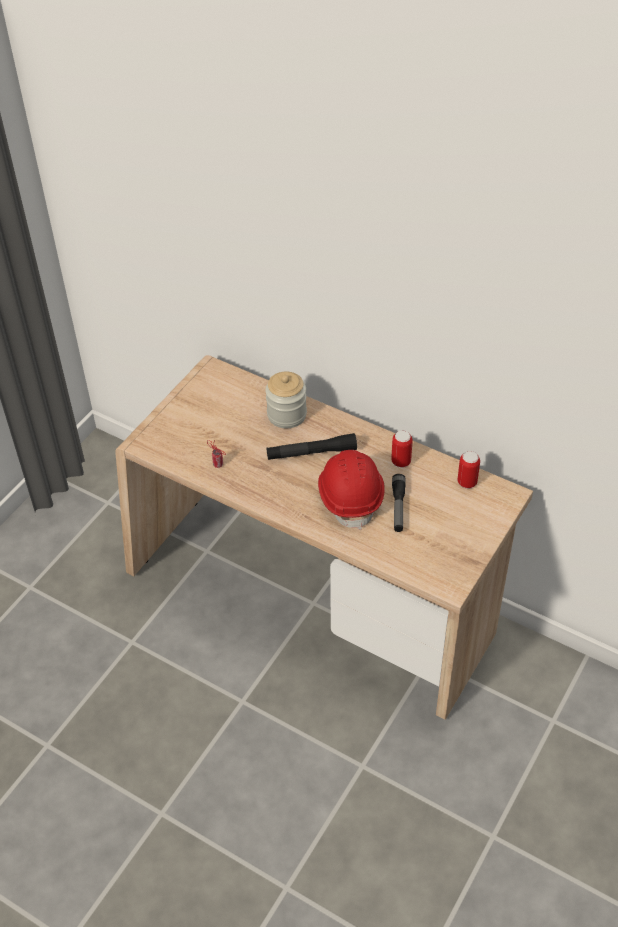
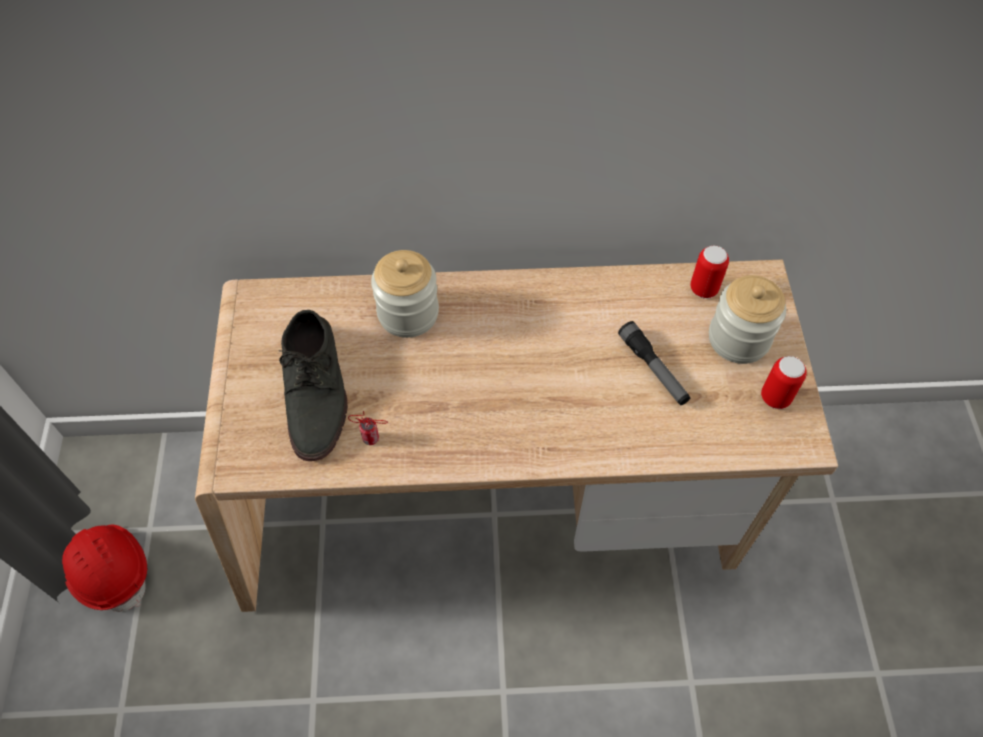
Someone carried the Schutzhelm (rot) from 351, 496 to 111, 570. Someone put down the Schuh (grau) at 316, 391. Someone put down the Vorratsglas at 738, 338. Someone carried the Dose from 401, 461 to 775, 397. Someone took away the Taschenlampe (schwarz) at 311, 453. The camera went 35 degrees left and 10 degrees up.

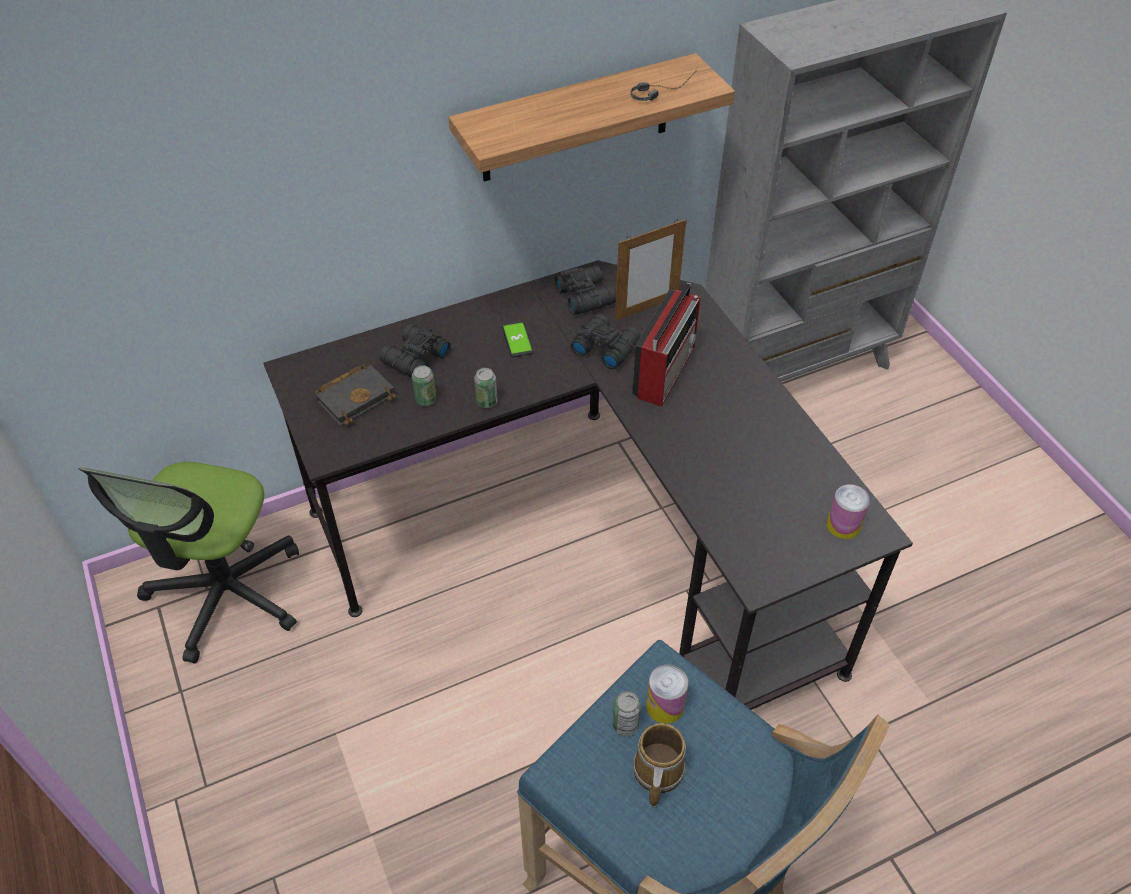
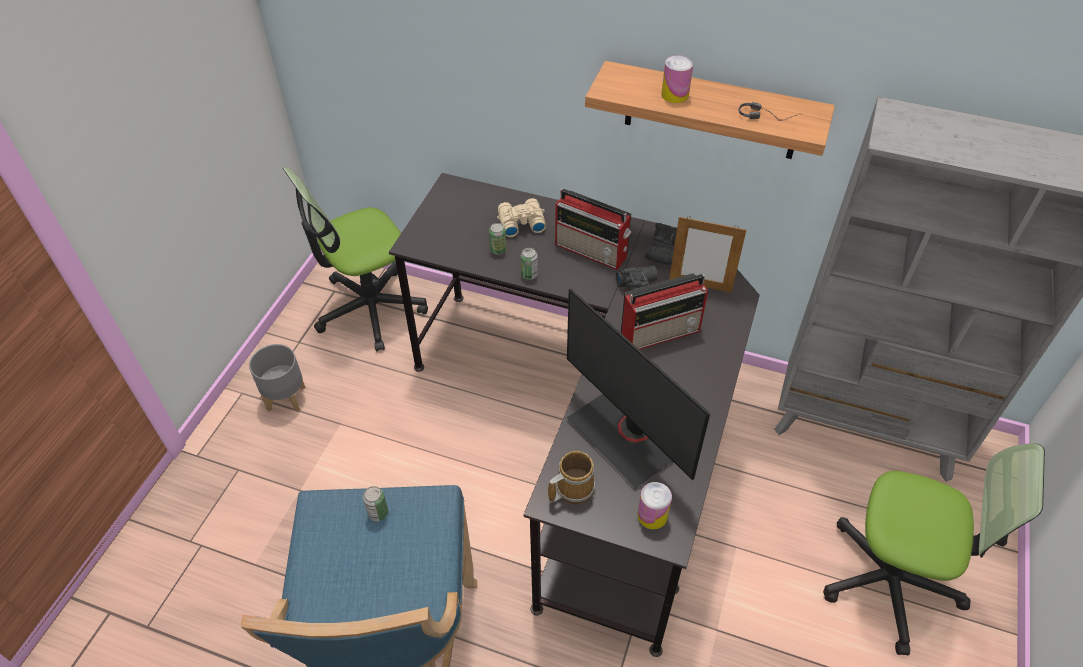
Someone put down the Pflanzkübel (grau) at 286, 399. Someone repainted the Fernglas (schwarz) at 414, 359, which became the Fernglas (beige) at 520, 222. Someone carried the Henkelbecher from 656, 773 to 571, 488. Someone swapped the Handy at 517, 340 for the Radio at 593, 251. Someone put down the Monitor at 628, 434. Someone carried the Dose from 665, 706 to 675, 95. Someone put down the Bürostuhl at 890, 580. Someone took away the Buch (schwarz) at 356, 396. The camera went 45 degrees right and 0 degrees up.

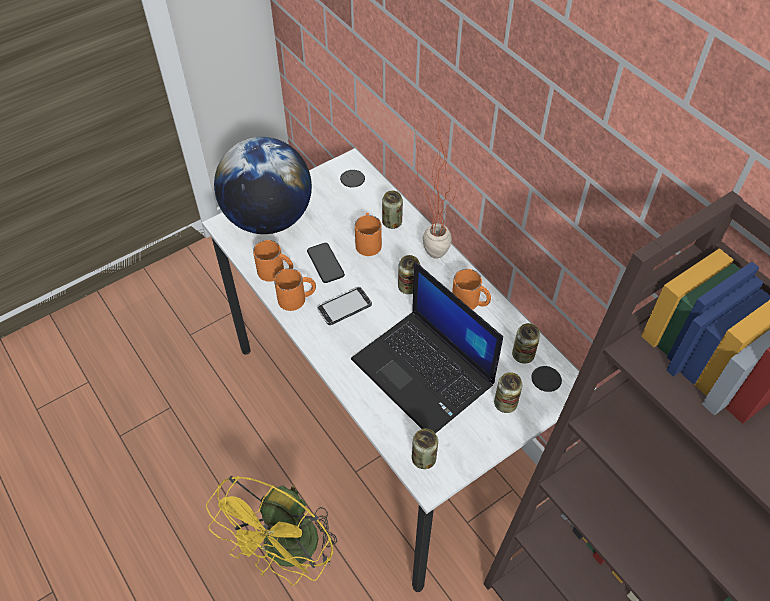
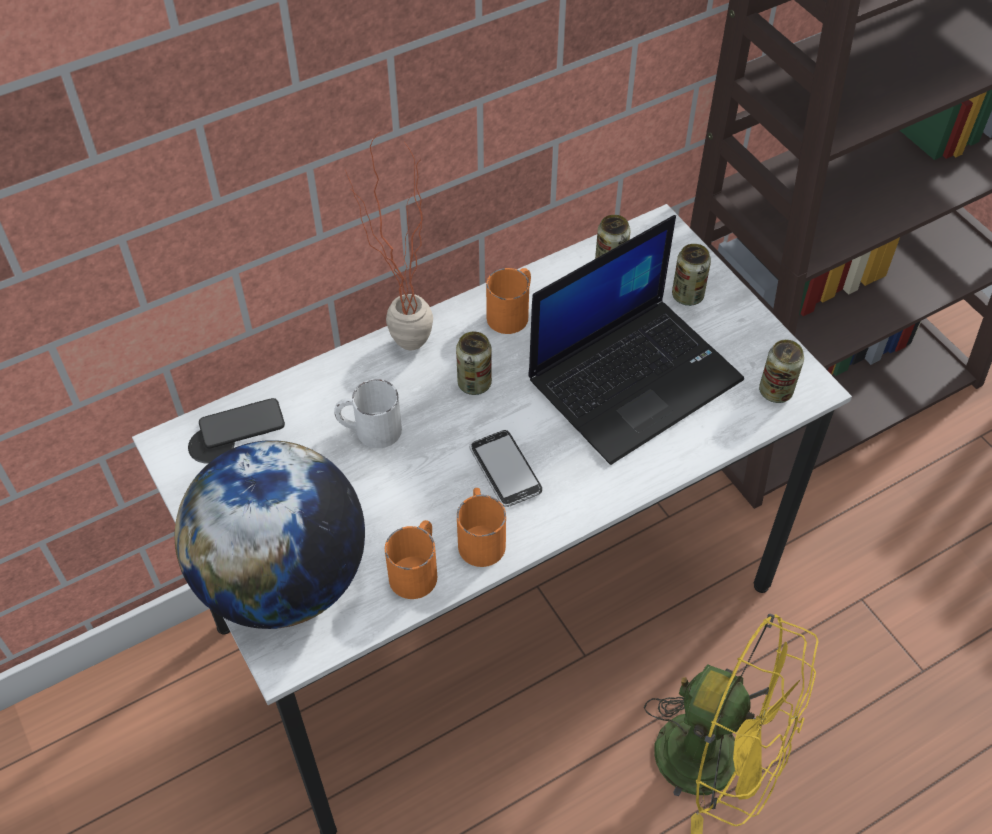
Someone carried the Handy from 325, 263 to 242, 424. Someone repainted the Henkelbecher (orange) at 368, 241, which became the Henkelbecher (weiß) at 369, 429. Someone took away the Dose at 392, 222. The camera went 85 degrees left and 0 degrees up.

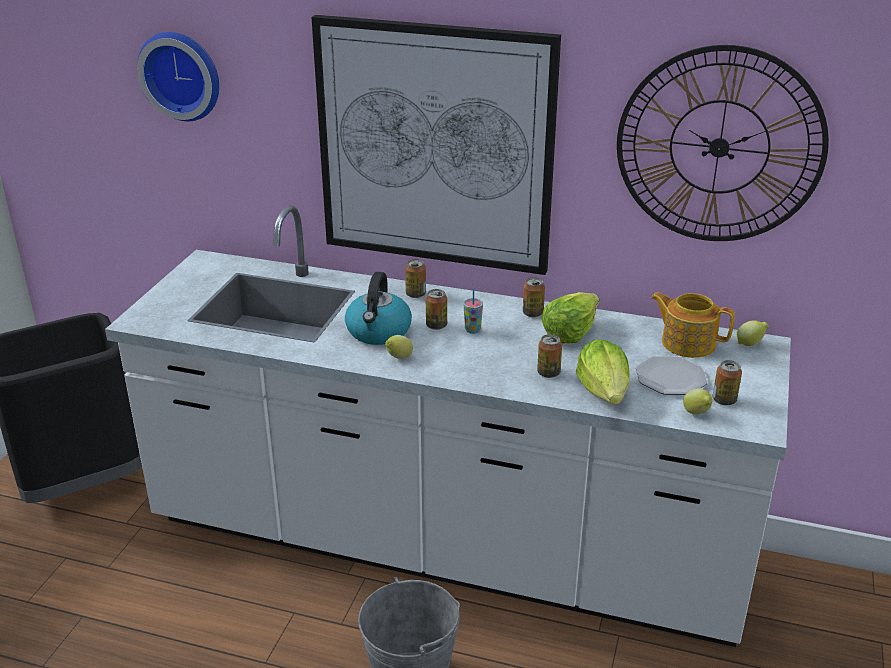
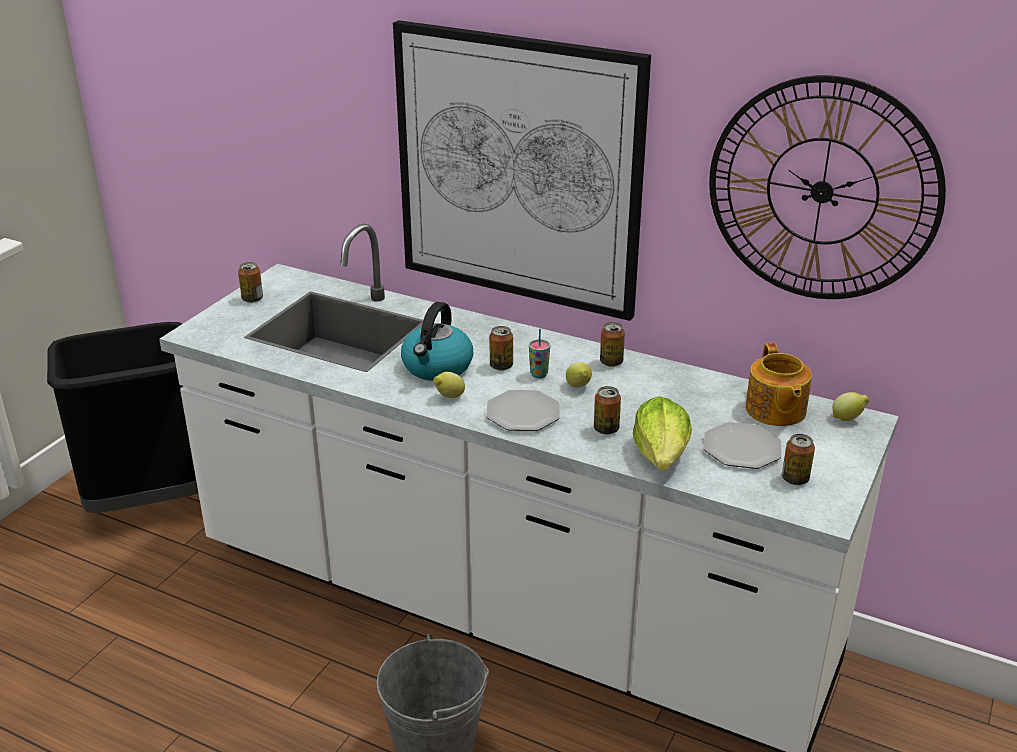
Someone carried the Dose from 415, 294 to 252, 299. Someone put down the Teller at 523, 413. Someone carried the Zitrone from 697, 414 to 579, 387. Someone rotated the Teekanne at 687, 343 by 135 degrees counterclockwise. Someone took away the Wanduhr at 182, 74. Someone took away the Salatkopf at 569, 332. The camera went 10 degrees right and 0 degrees up.

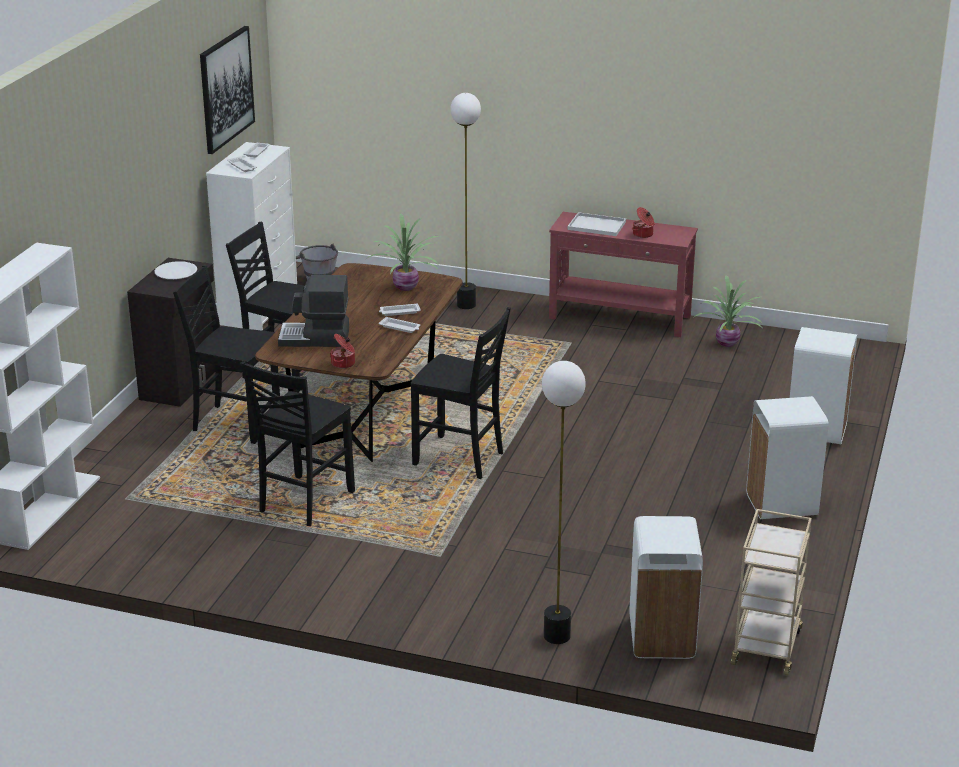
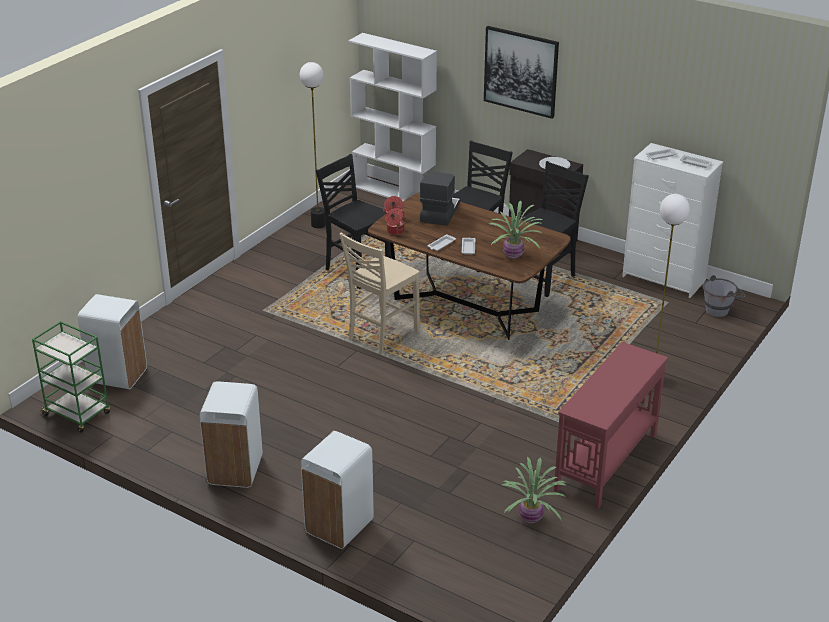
Someone repainted the Rollwagen (beige) at 766, 646, which became the Rollwagen (grün) at 78, 414. Someone carried the Stehlampe from 556, 636 to 318, 224. Someone repainted the Stuhl (schwarz) at 460, 459, which became the Stuhl (beige) at 381, 335. Someone carried the Kochtopf from 643, 234 to 395, 231. Someone carried the Bild from 226, 89 to 521, 71. Someone took away the Tablett (weiß) at 598, 225. The camera went 105 degrees right and 5 degrees up.

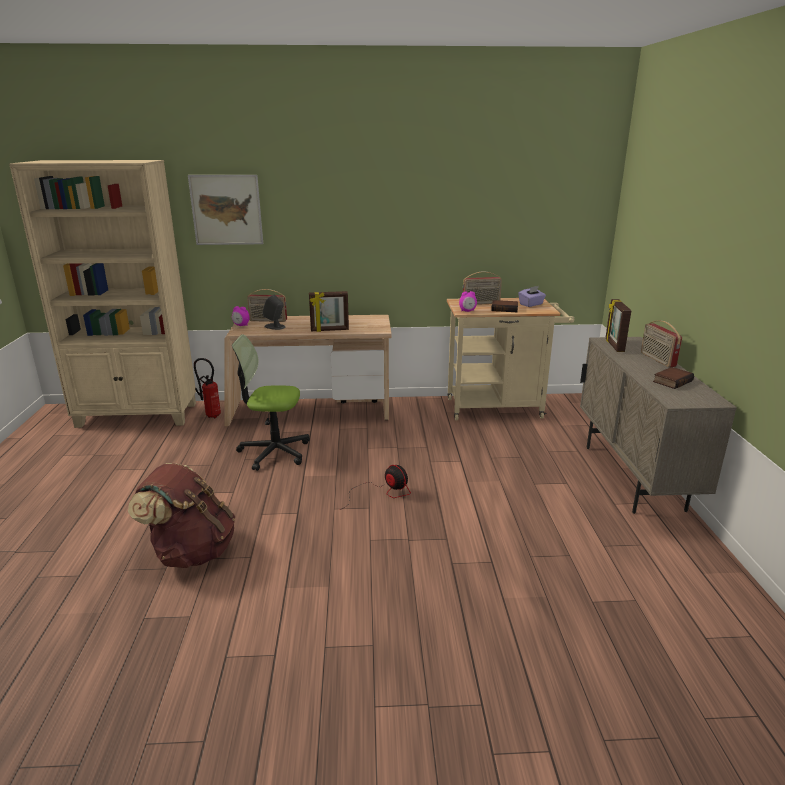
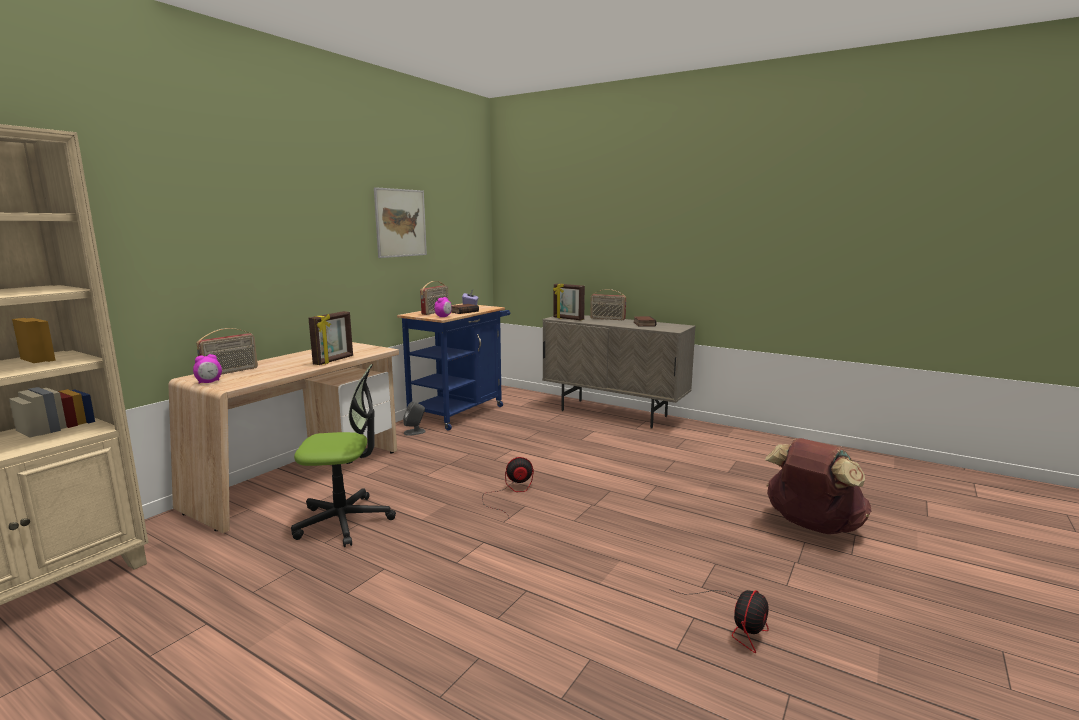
Someone rotated the Bürostuhl at 274, 452 by 135 degrees counterclockwise. Someone carried the Bild from 226, 210 to 401, 223. Someone repainted the Rollwagen (beige) at 500, 408, which became the Rollwagen (blau) at 460, 411. Someone carried the Lautsprecher (grau) from 275, 327 to 415, 432. Someone put down the Ventilator at 737, 623. Someone carried the Rucksack (braun) from 191, 552 to 811, 526. Someone took away the Feuerlöscher at 211, 415. The camera went 55 degrees left and 10 degrees down.

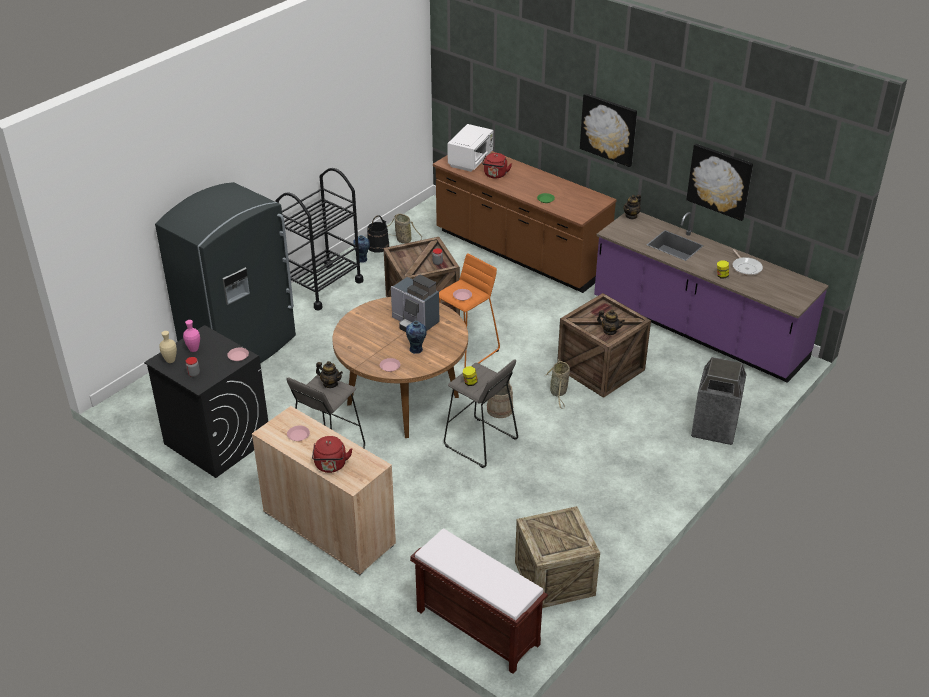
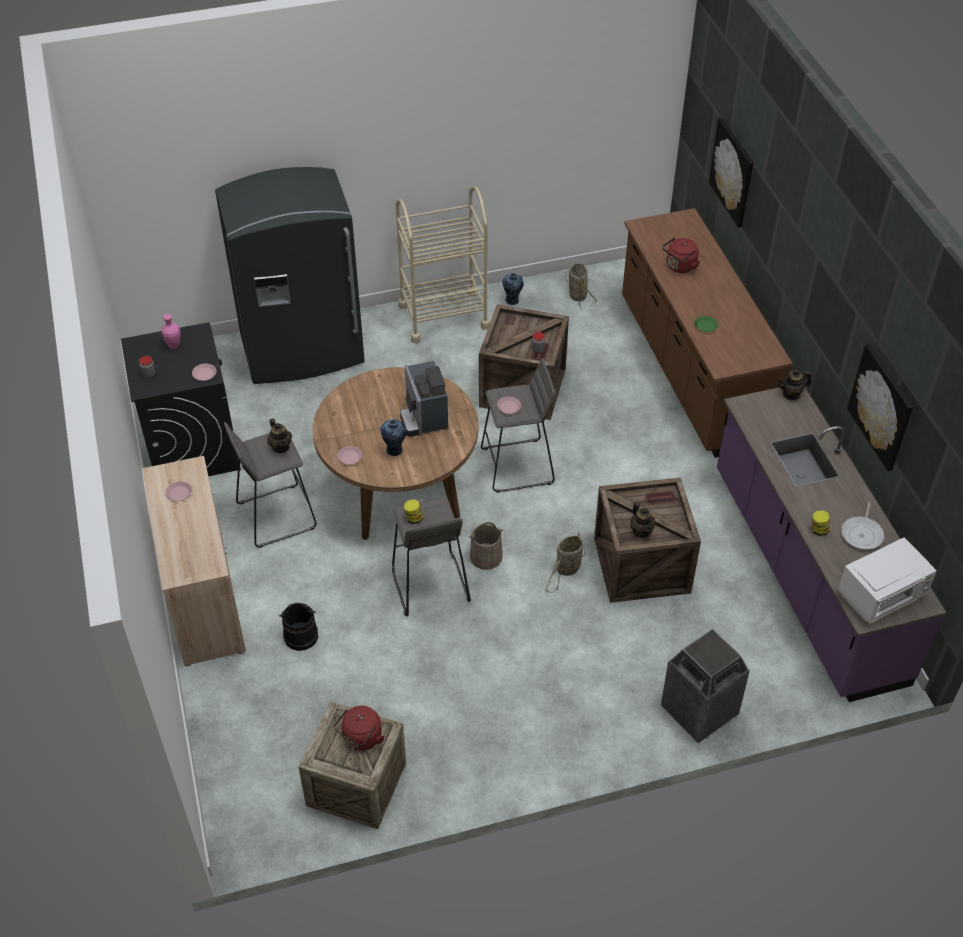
Someone carried the Eimer (schwarz) from 378, 246 to 301, 636. Someone carried the Wasserkessel (rot) from 331, 466 to 361, 739. Someone repainted the Rollwagen (schwarz) at 323, 286, which became the Rollwagen (beige) at 443, 316. Someone repainted the Hocker (orange) at 466, 350, which became the Hocker (grau) at 517, 466. Someone carried the Bild from 608, 129 to 732, 172. Someone carried the Mikrowelle (weiß) from 471, 160 to 882, 596. Someone took away the Vase (beige) at 170, 360. Someone took away the Bank (braun) at 476, 627. The camera went 35 degrees right and 10 degrees up.

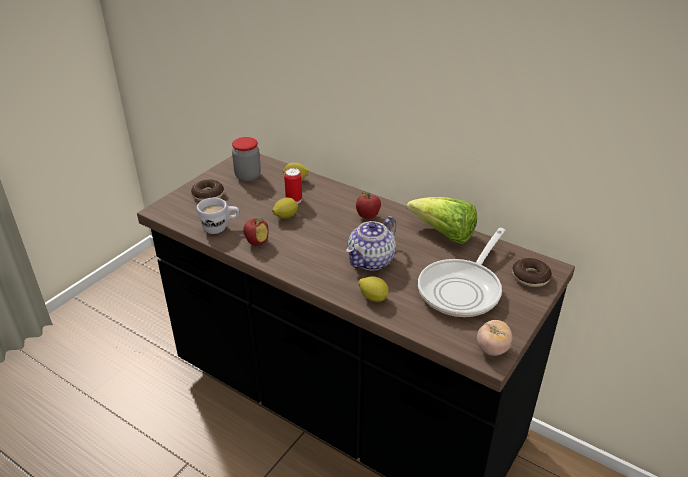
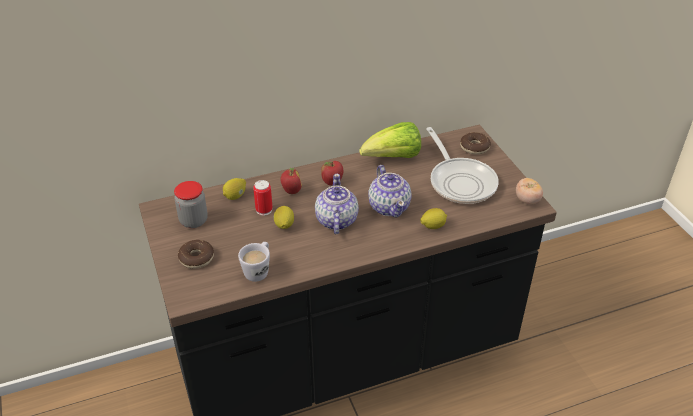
Someone carried the Apfel from 257, 242 to 291, 191. Someone put down the Teekanne at 336, 220. The camera went 55 degrees left and 5 degrees up.

